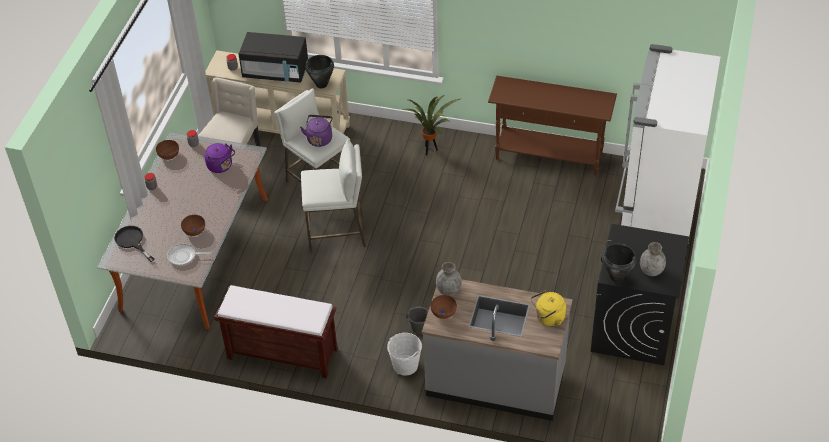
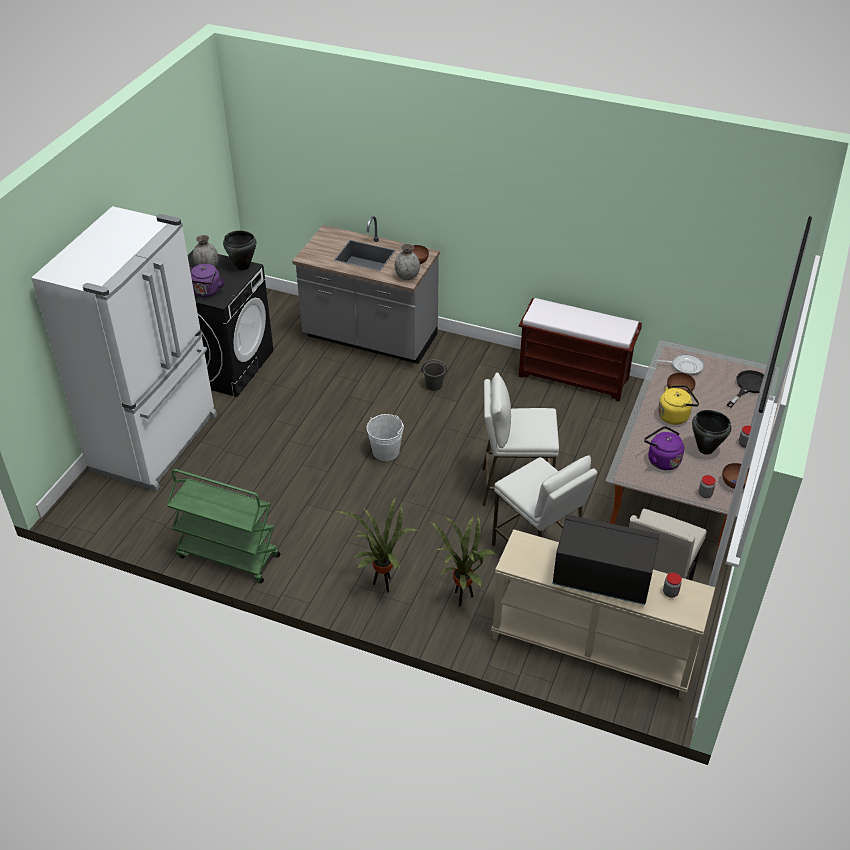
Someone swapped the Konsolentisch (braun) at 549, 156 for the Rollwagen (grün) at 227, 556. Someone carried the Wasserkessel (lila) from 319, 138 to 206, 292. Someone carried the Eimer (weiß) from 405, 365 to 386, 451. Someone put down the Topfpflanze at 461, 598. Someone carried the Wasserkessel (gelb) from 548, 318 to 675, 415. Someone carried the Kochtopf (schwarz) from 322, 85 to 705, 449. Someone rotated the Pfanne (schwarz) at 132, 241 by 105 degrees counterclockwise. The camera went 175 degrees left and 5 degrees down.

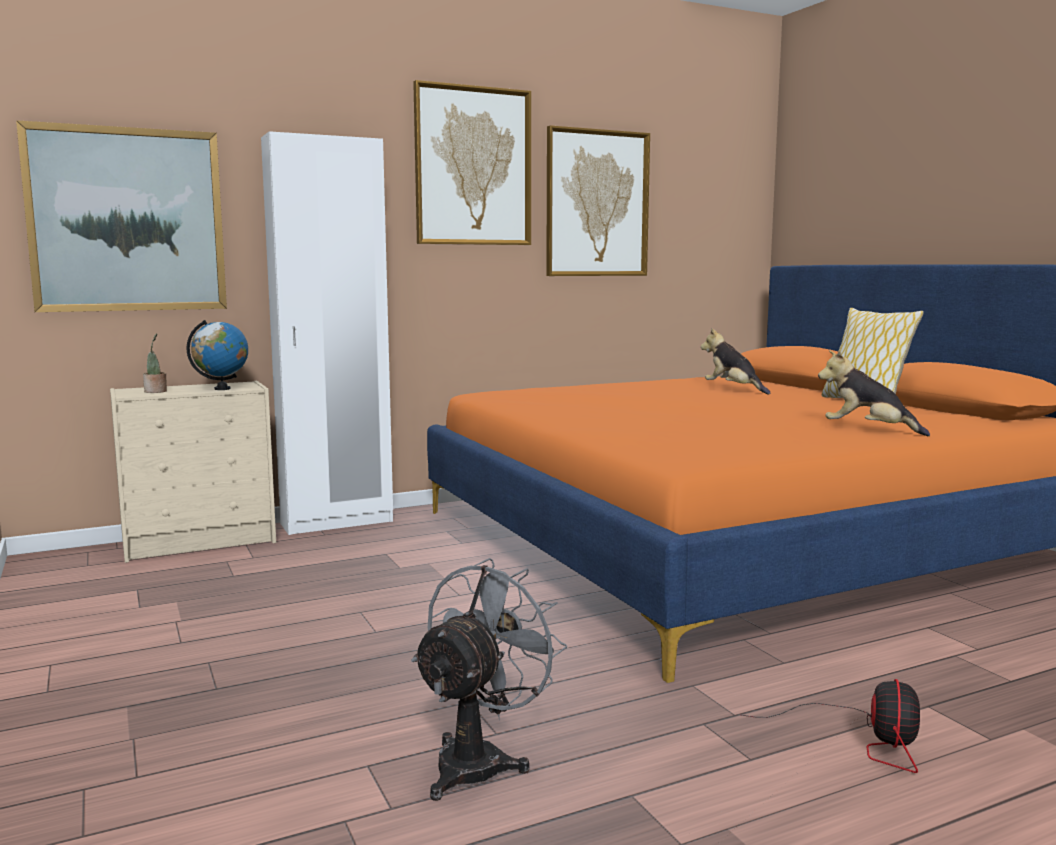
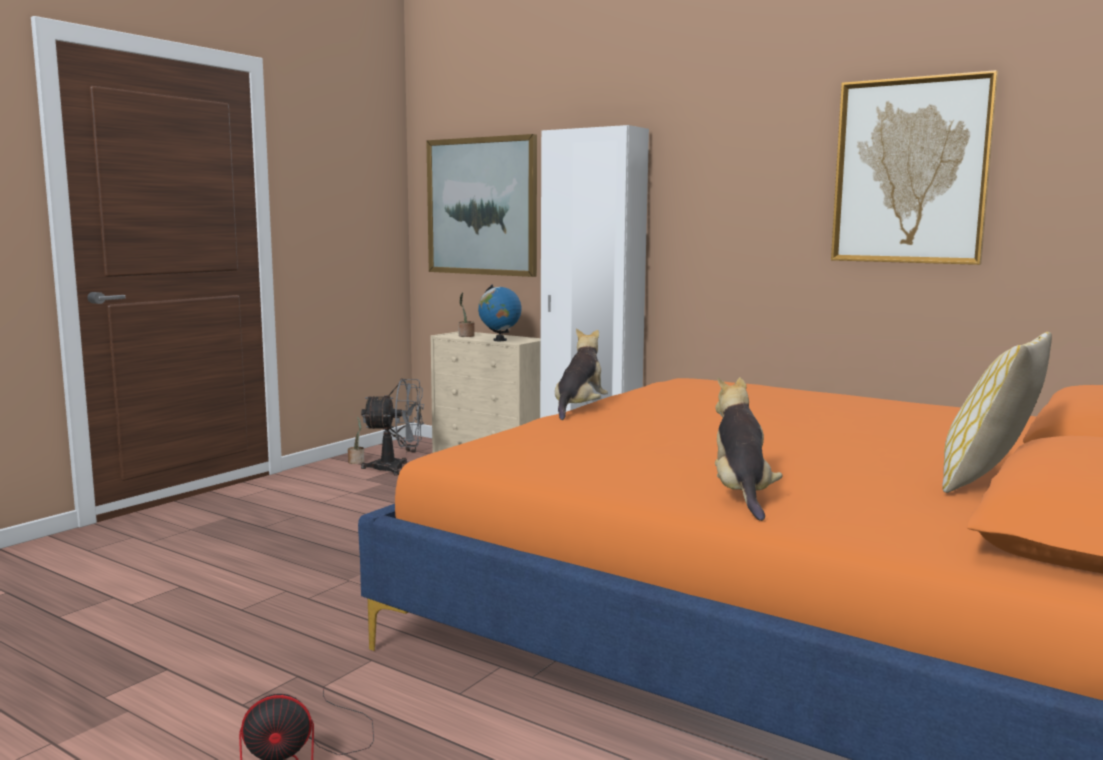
Someone put down the Topfpflanze at 356, 461. Someone carried the Ventilator (grau) from 480, 760 to 397, 468. Someone carried the Plüschtier from 733, 390 to 579, 409. Someone took away the Bild at 473, 166. The camera went 60 degrees right and 0 degrees up.

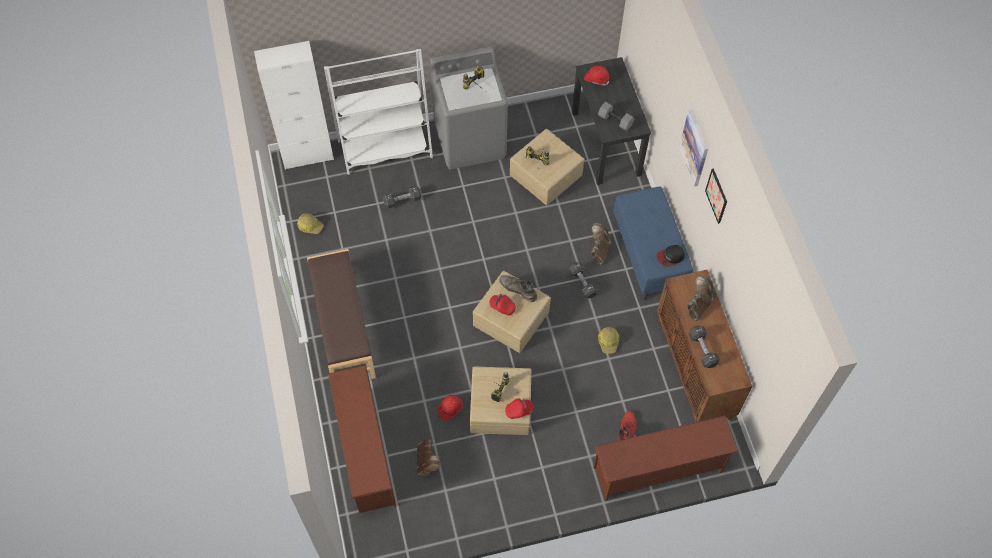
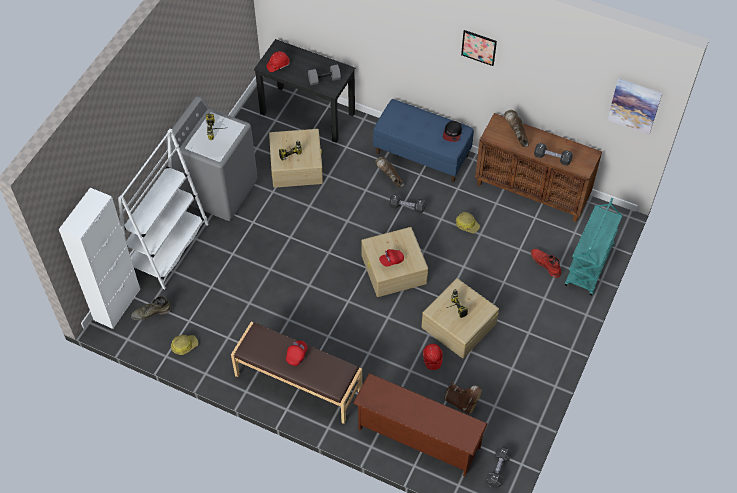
Someone carried the Stiefel (grün) from 518, 289 to 151, 312. Someone carried the Kappe (rot) from 519, 410 to 297, 355. Someone carried the Hantel (schwarz) from 402, 200 to 498, 470. Someone swapped the Schuhregal (braun) at 658, 470 for the Rollwagen (türkis) at 589, 266. Someone carried the Bild from 695, 148 to 634, 105. The camera went 50 degrees left and 5 degrees down.

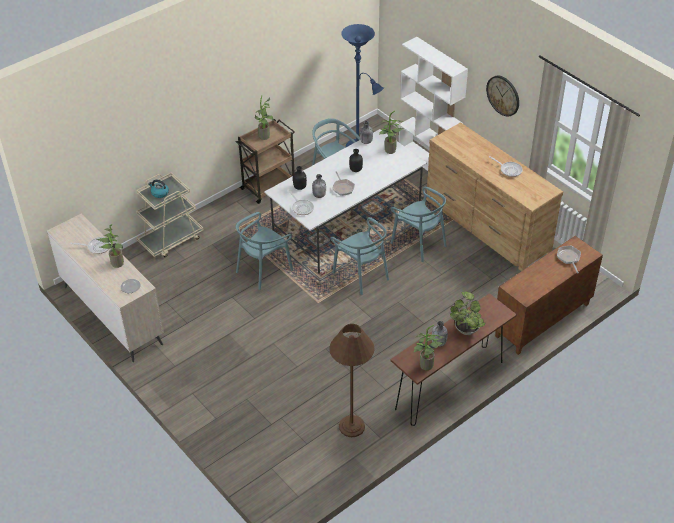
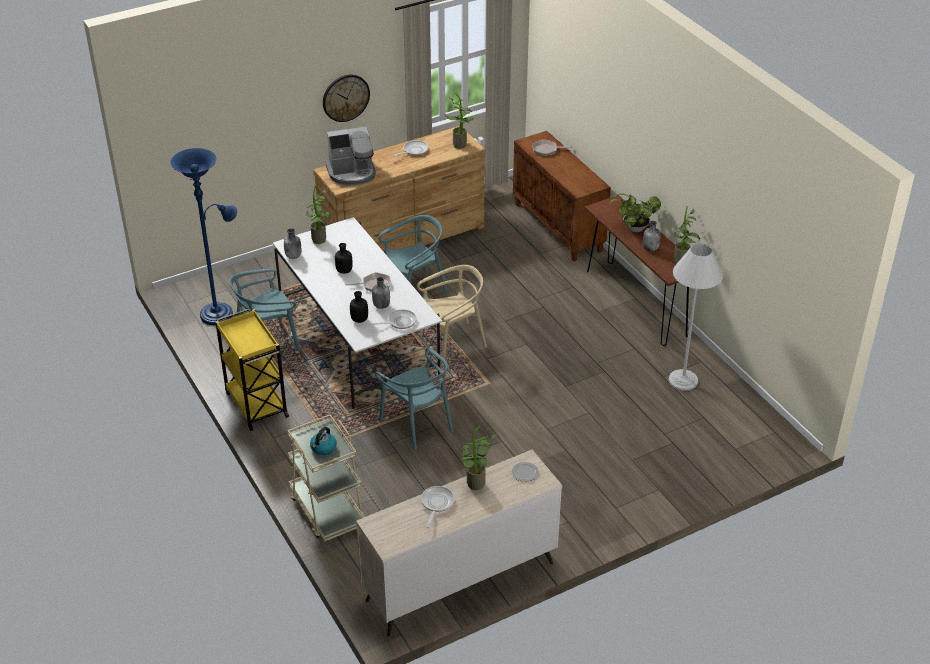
Someone repainted the Rollwagen (braun) at 268, 186, which became the Rollwagen (gelb) at 256, 403. Someone put down the Kaffeemaschine at 352, 173. Someone repainted the Stuhl (türkis) at 361, 274, which became the Stuhl (beige) at 453, 342. Someone carried the Topfpflanze from 265, 137 to 461, 144. Someone repainted the Stehlampe (braun) at 352, 426, which became the Stehlampe (weiß) at 683, 380. Someone took away the Bücherregal (weiß) at 428, 162. The camera went 80 degrees left and 5 degrees down.

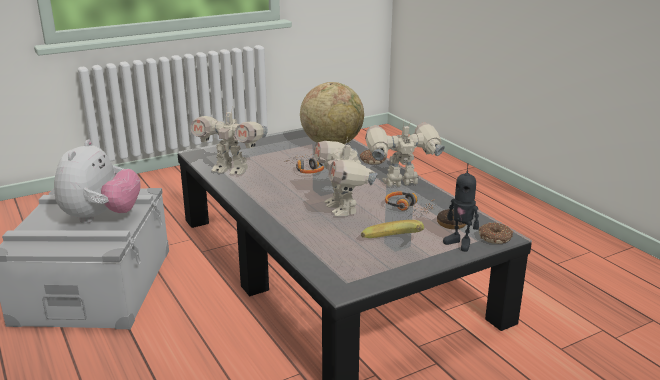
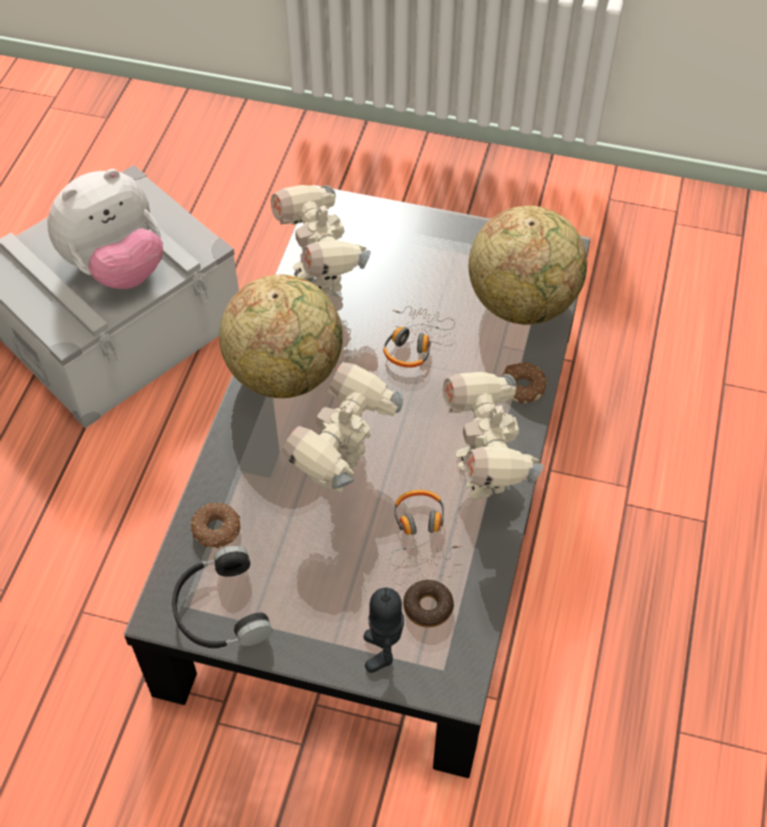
Someone put down the Kopfhörer (schwarz) at 219, 610. Someone carried the Donut from 495, 238 to 217, 530. Someone put down the Globus at 285, 373. Someone rotated the Spielzeugroboter at 401, 184 by 135 degrees counterclockwise. Someone took away the Banane at 394, 245. The camera went 45 degrees right and 30 degrees up.

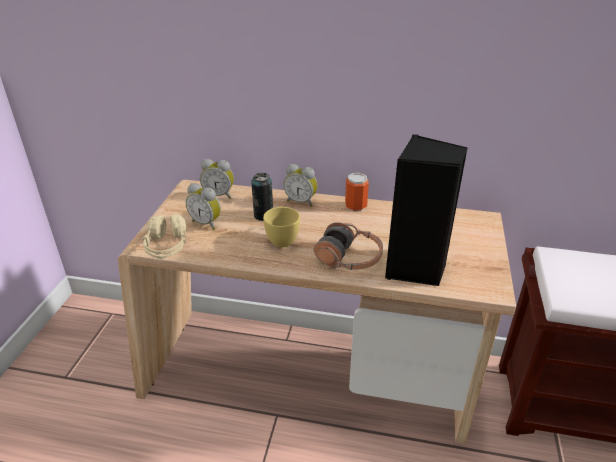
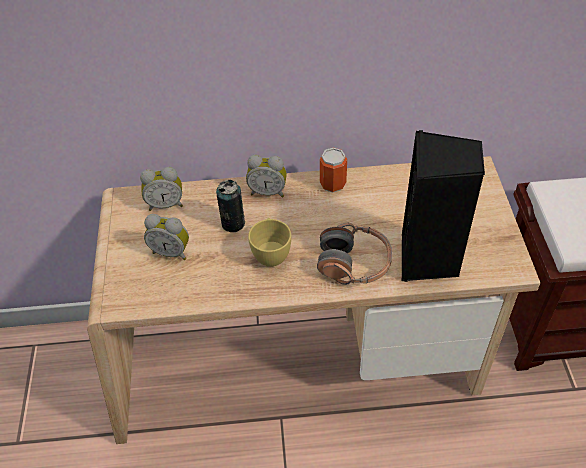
Someone took away the Kopfhörer (beige) at 166, 246. The camera went 15 degrees left and 15 degrees up.

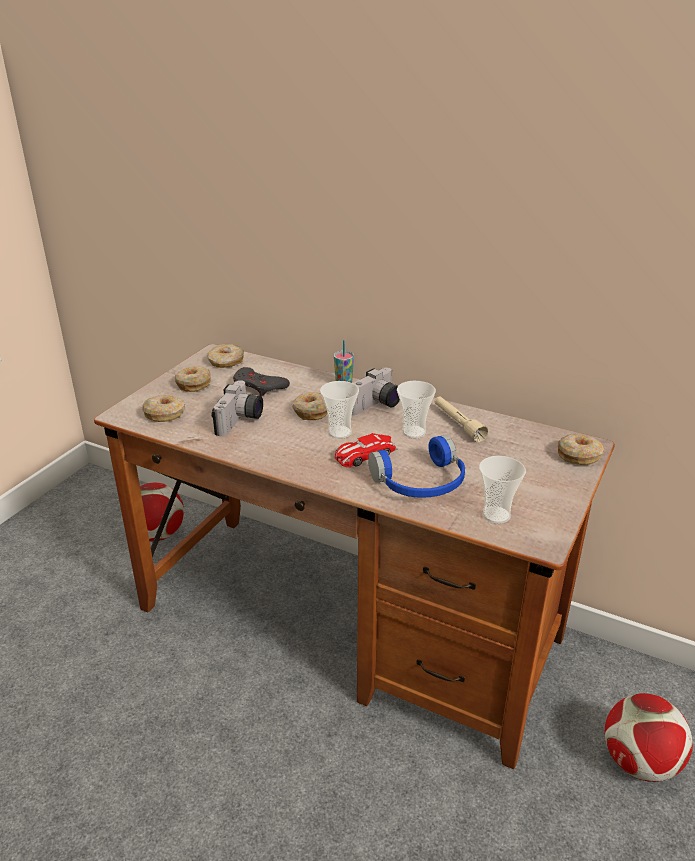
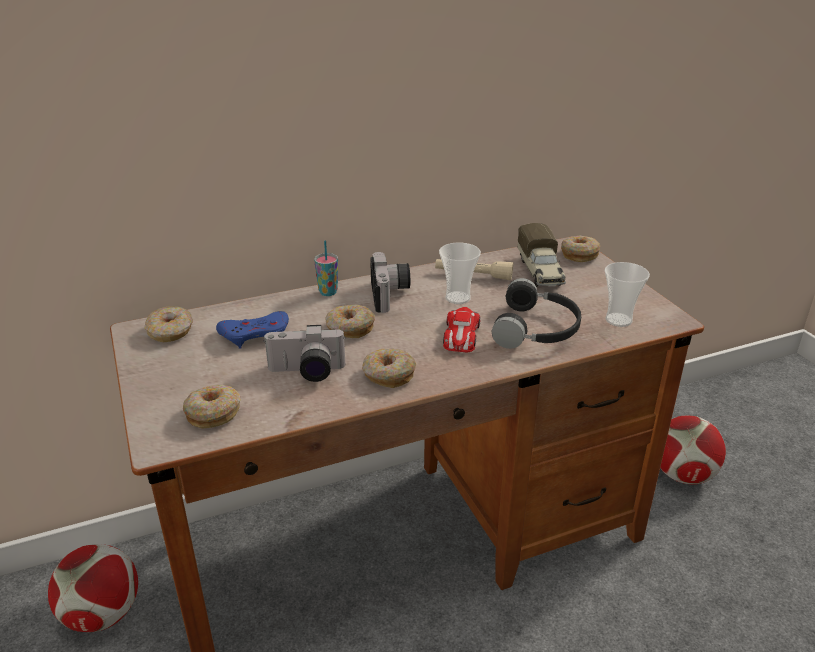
Someone repainted the Gamepad (grau) at 259, 386, which became the Gamepad (blau) at 255, 334. Someone rotated the Kamera at 241, 421 by 120 degrees clockwise. Someone carried the Donut from 193, 384 to 388, 375. Someone repainted the Kopfhörer (blau) at 421, 483, which became the Kopfhörer (schwarz) at 538, 329. Someone put down the Spielzeuglaster at 540, 272. Someone took away the Tasse at 339, 432. The camera went 50 degrees left and 0 degrees up.

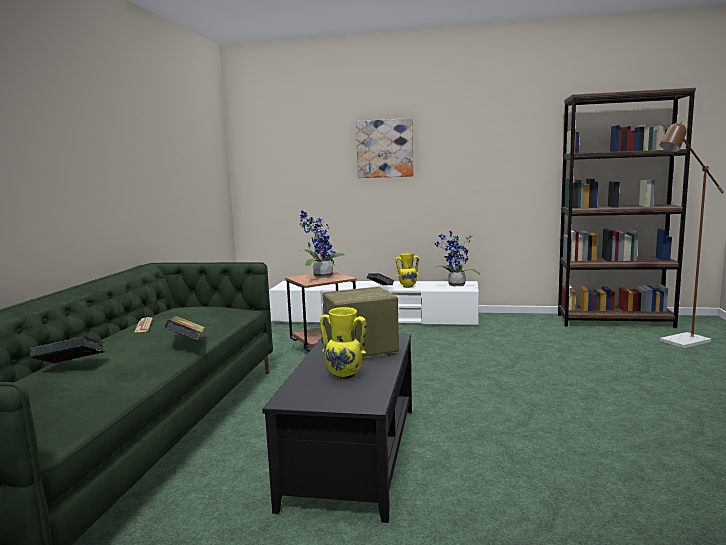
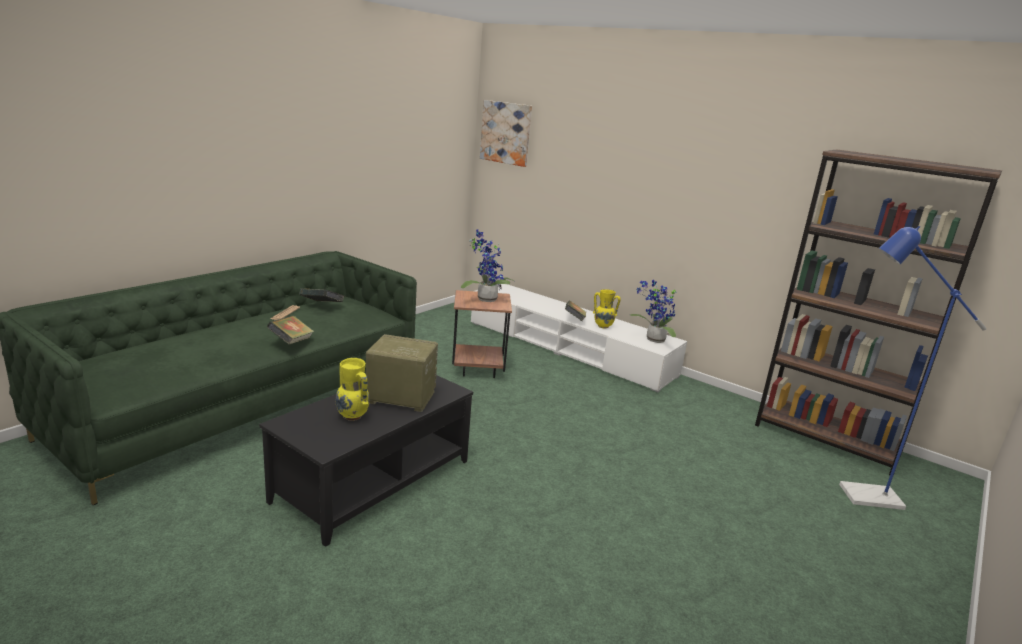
Someone carried the Buch from 71, 367 to 322, 306. Someone carried the Bild from 385, 148 to 506, 133. Someone repainted the Stehlampe (braun) at 679, 343, which became the Stehlampe (blau) at 860, 496. The camera went 25 degrees right and 10 degrees up.

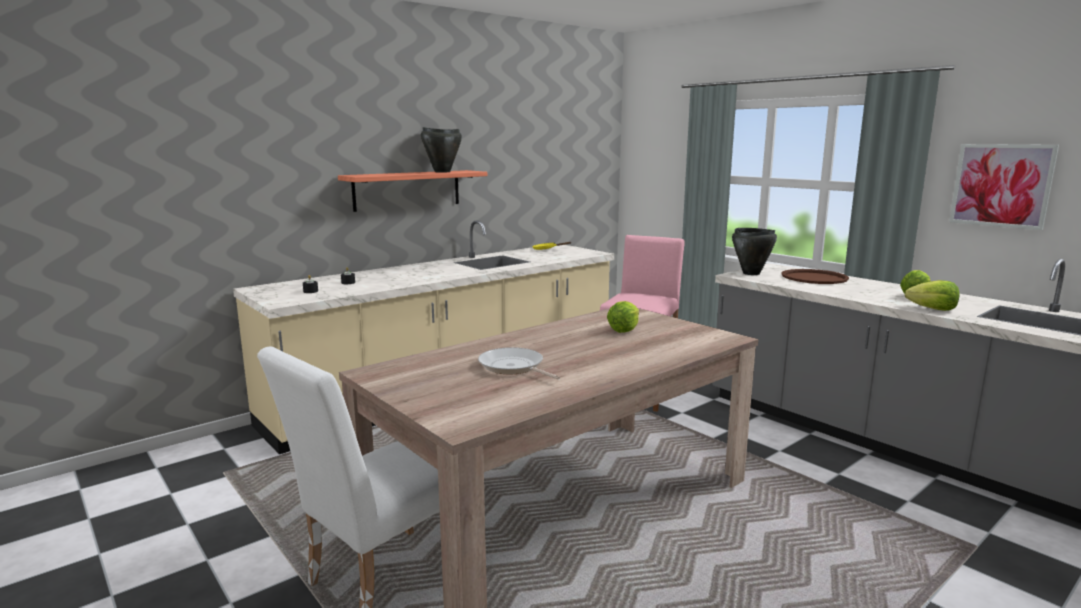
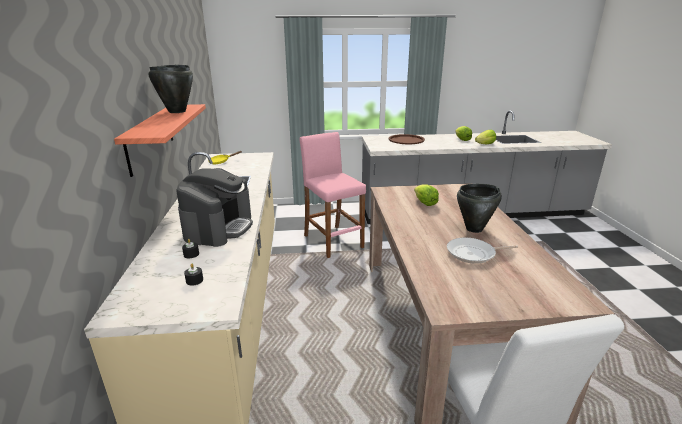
Someone put down the Kaffeemaschine at 219, 228. Someone carried the Kochtopf (schwarz) from 751, 273 to 474, 229. Someone took away the Bild at 1001, 185. The camera went 55 degrees left and 10 degrees up.

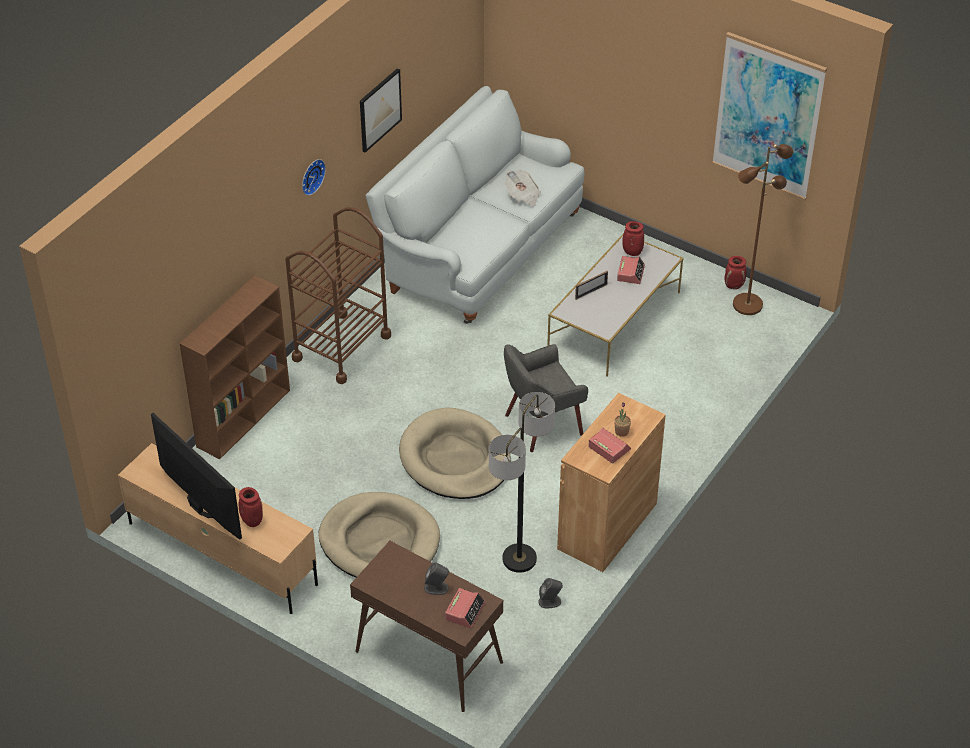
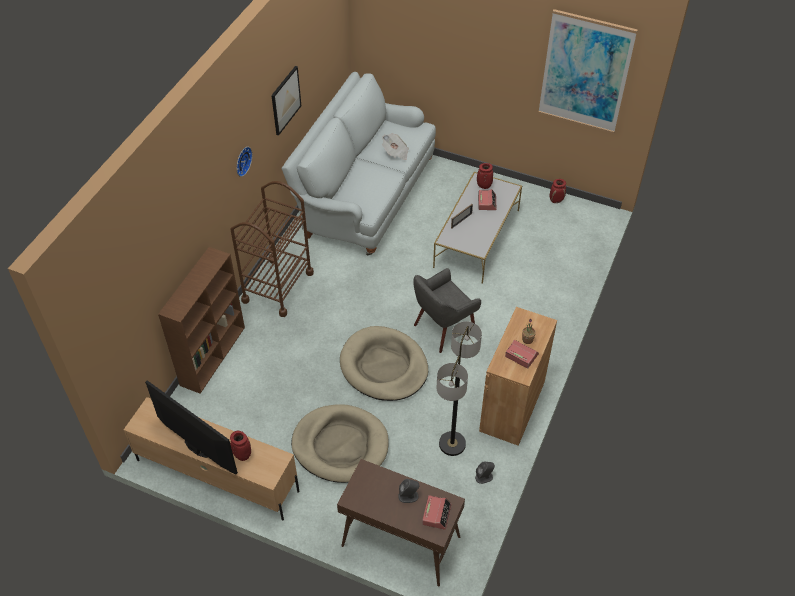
Someone took away the Stehlampe (braun) at 747, 304. The camera went 10 degrees left and 5 degrees up.

